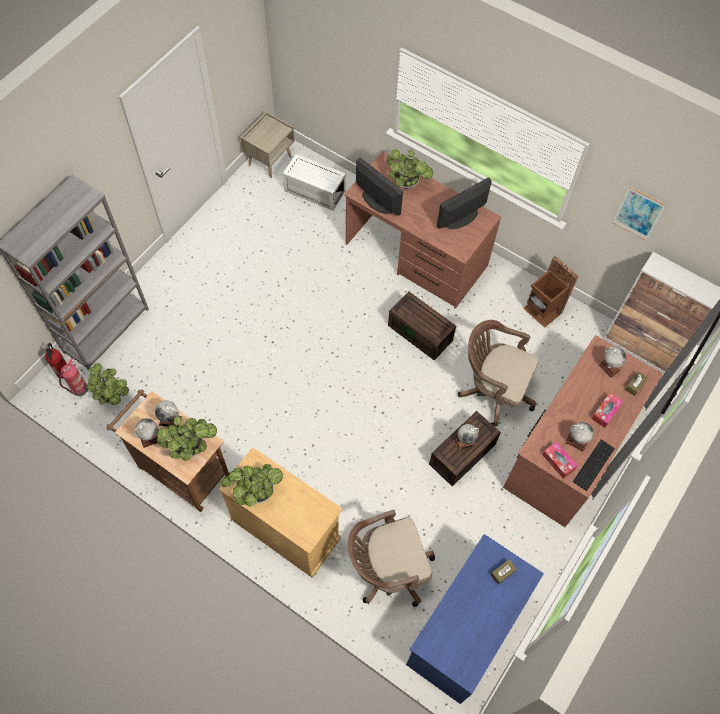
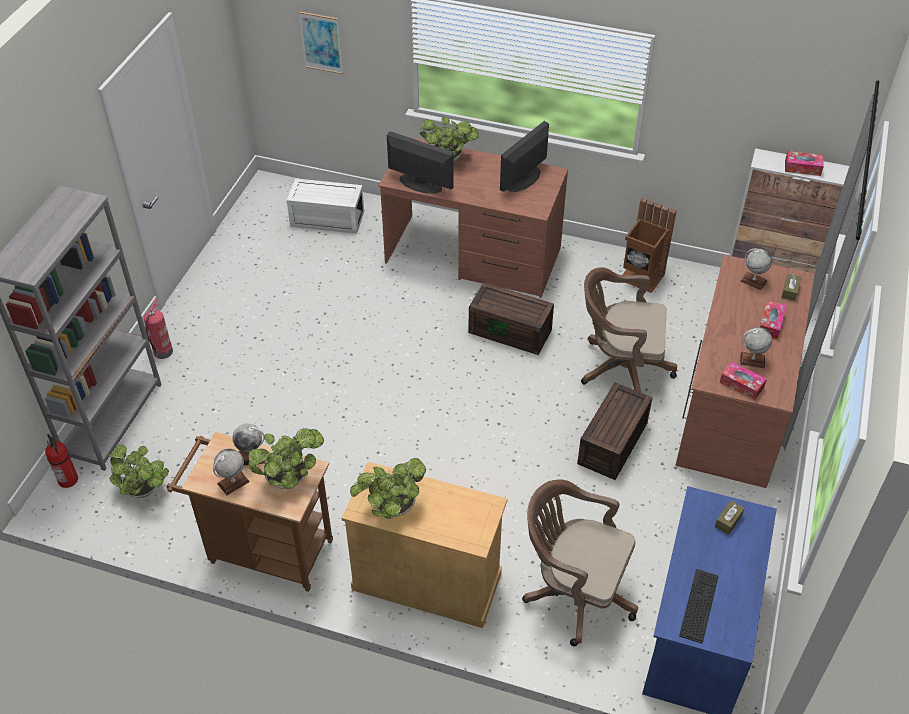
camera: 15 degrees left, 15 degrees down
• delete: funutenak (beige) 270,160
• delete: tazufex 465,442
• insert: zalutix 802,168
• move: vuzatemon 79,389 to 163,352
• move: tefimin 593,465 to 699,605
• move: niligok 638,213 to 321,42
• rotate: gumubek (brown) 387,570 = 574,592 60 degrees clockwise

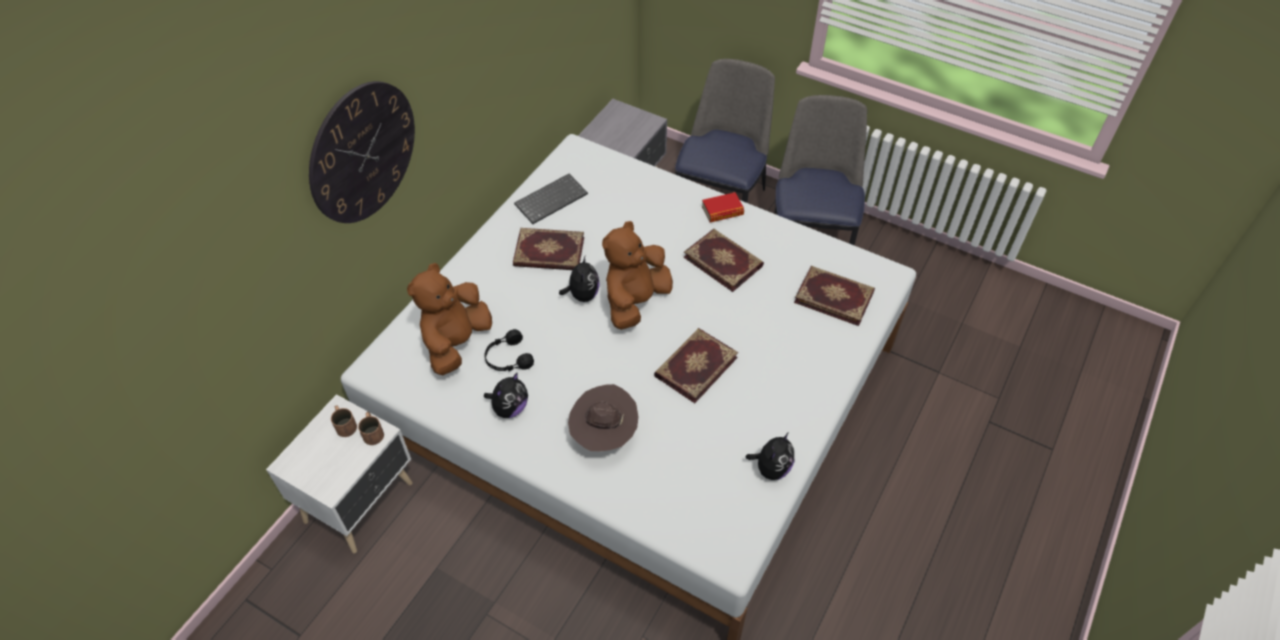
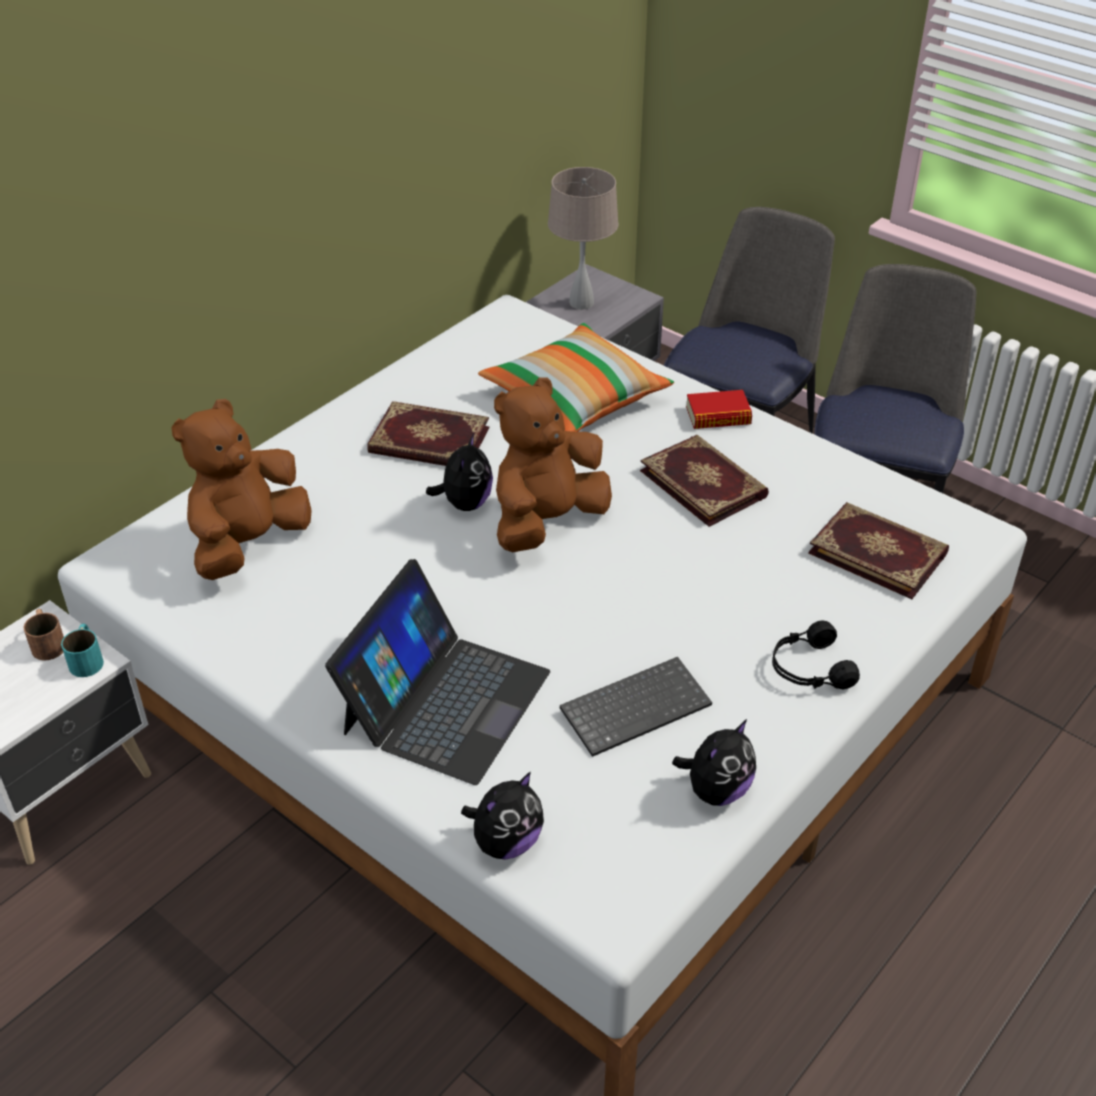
camera: 10 degrees right, 10 degrees down
• delete: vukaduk 362,153
• delete: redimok 695,366
• insert: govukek 575,399
• insert: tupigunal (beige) 582,303
• move: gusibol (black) 507,358 to 809,669
• move: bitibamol 509,408 to 506,842
• move: tefimin 551,199 to 636,706
• replace: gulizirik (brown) 603,434 to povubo 445,701
• recolor: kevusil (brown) 372,431 to kevusil (turquoise) 87,658

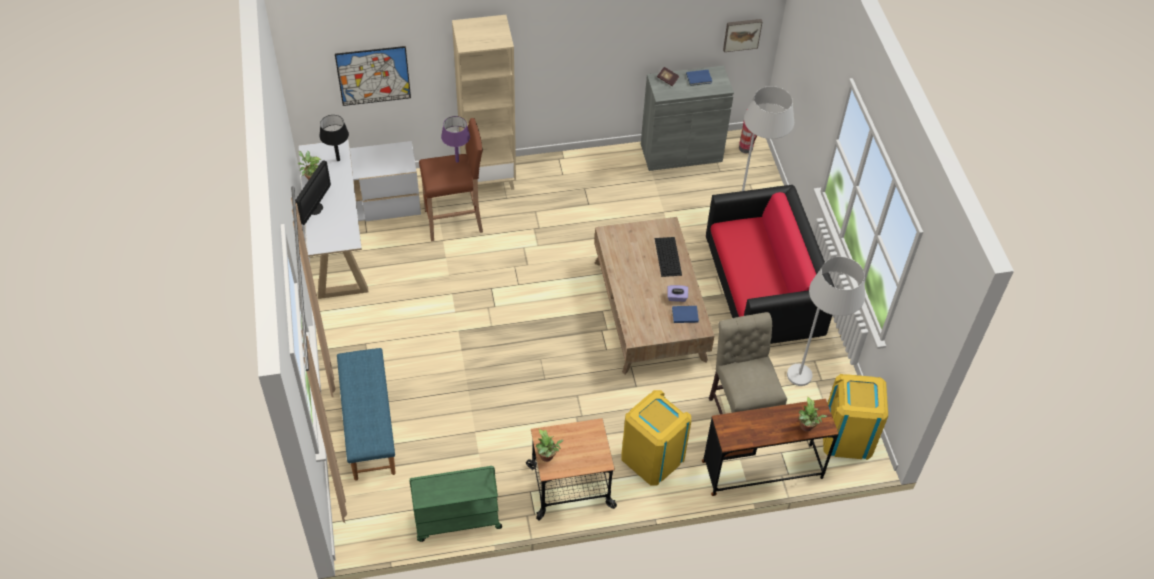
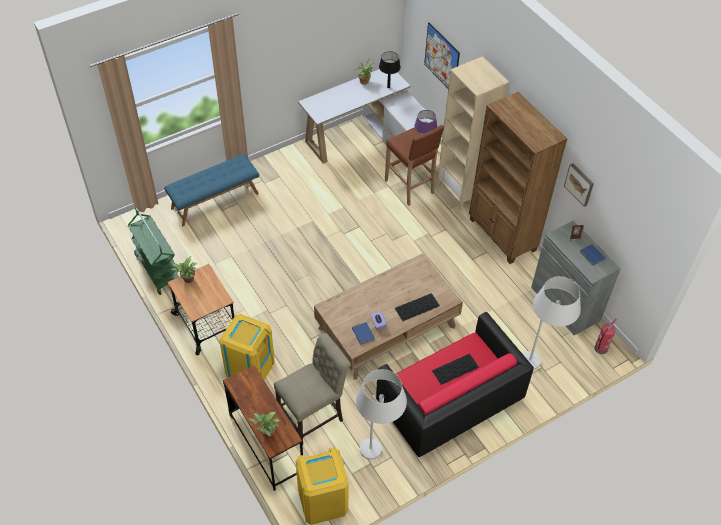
camera: 70 degrees right, 0 degrees up
• delete: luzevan 315,208
• insert: tefimin 455,369
• insert: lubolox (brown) 502,235
• move: niligok 742,34 to 580,184

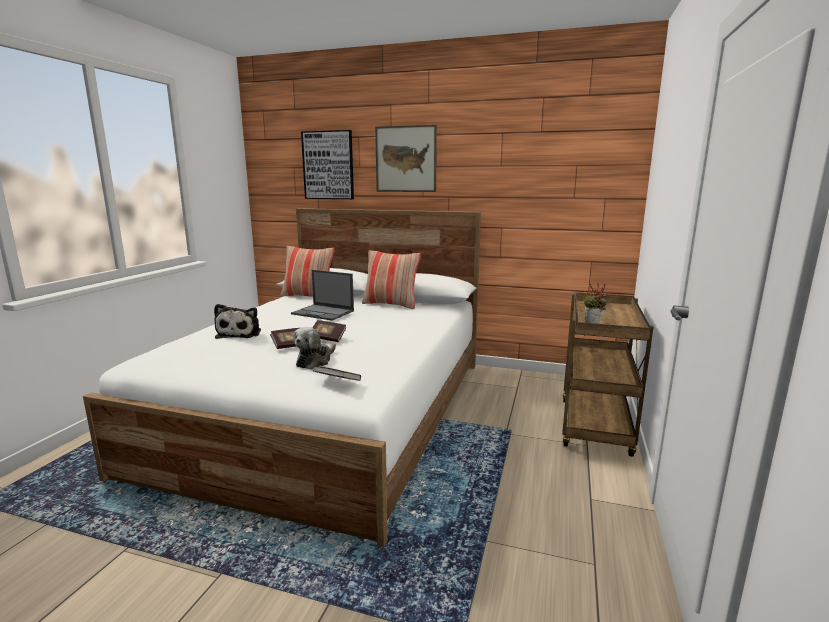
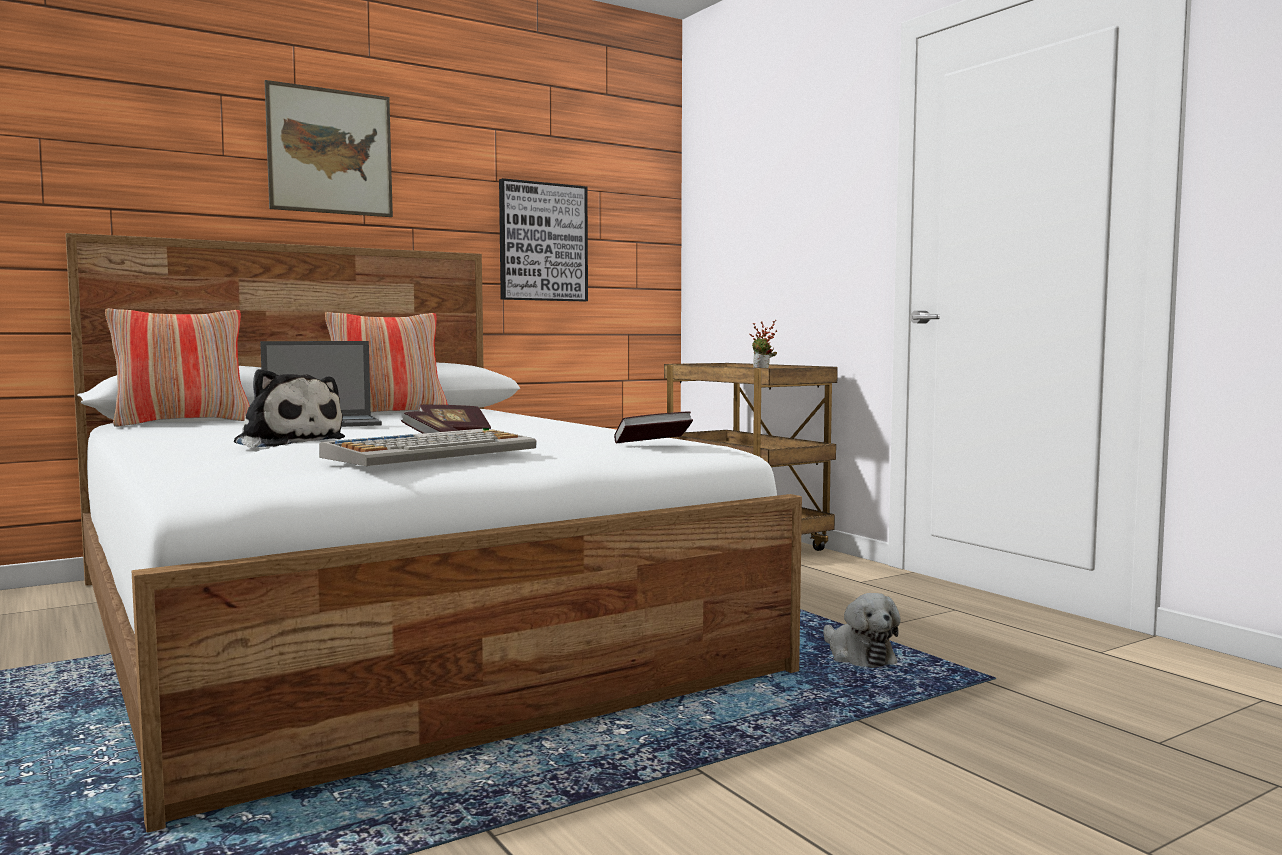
camera: 50 degrees left, 10 degrees down
• insert: tefimin 433,452
• move: bitibamol 315,361 to 858,656
• move: niligok 328,165 to 542,242

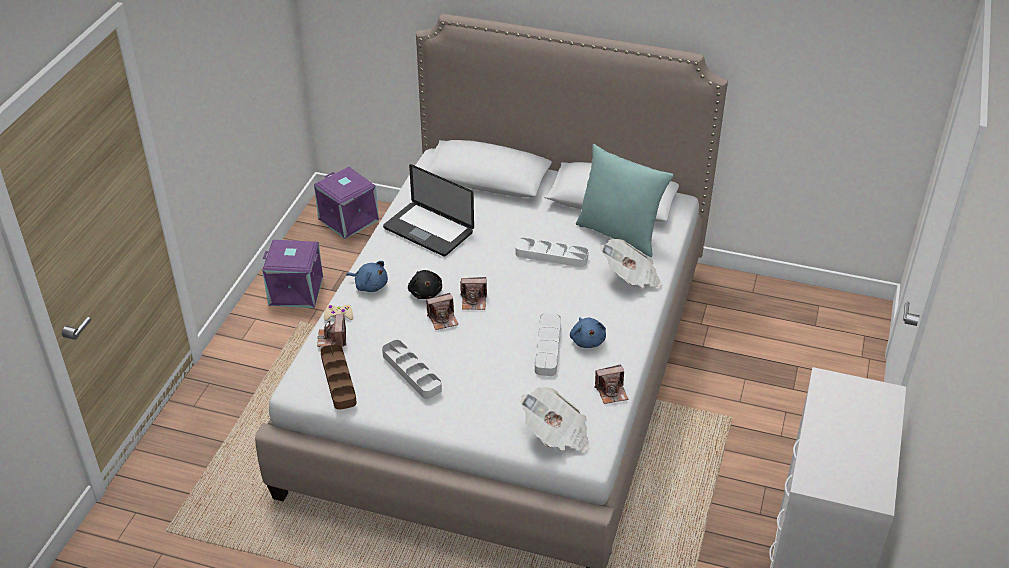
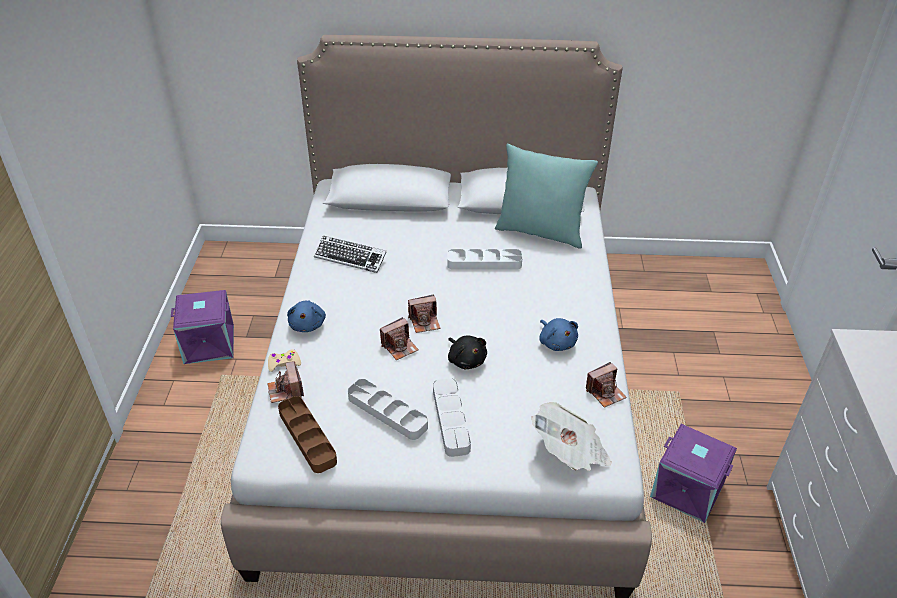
camera: 15 degrees left, 0 degrees up
• delete: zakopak 631,277
• move: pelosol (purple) 349,219 to 688,489
• move: bitibamol (black) 425,292 to 466,360
• move: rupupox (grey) 547,347 to 451,420
• replace: povubo 428,230 to tefimin 350,258
• rotate: bitibamol (blue) 370,285 = 308,324 75 degrees clockwise

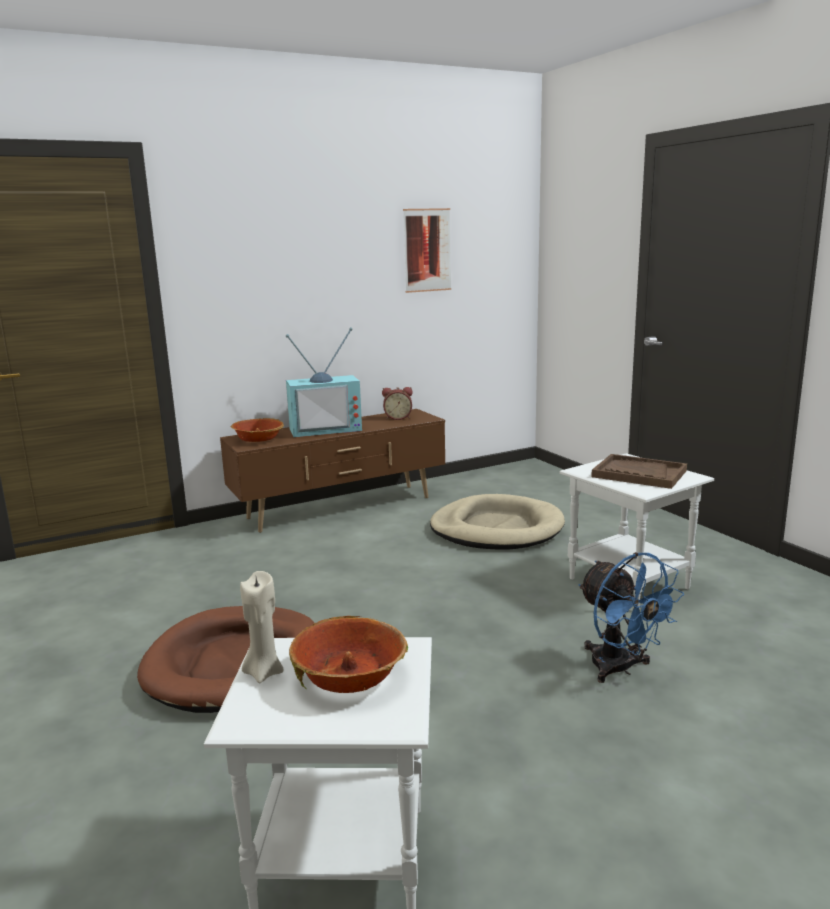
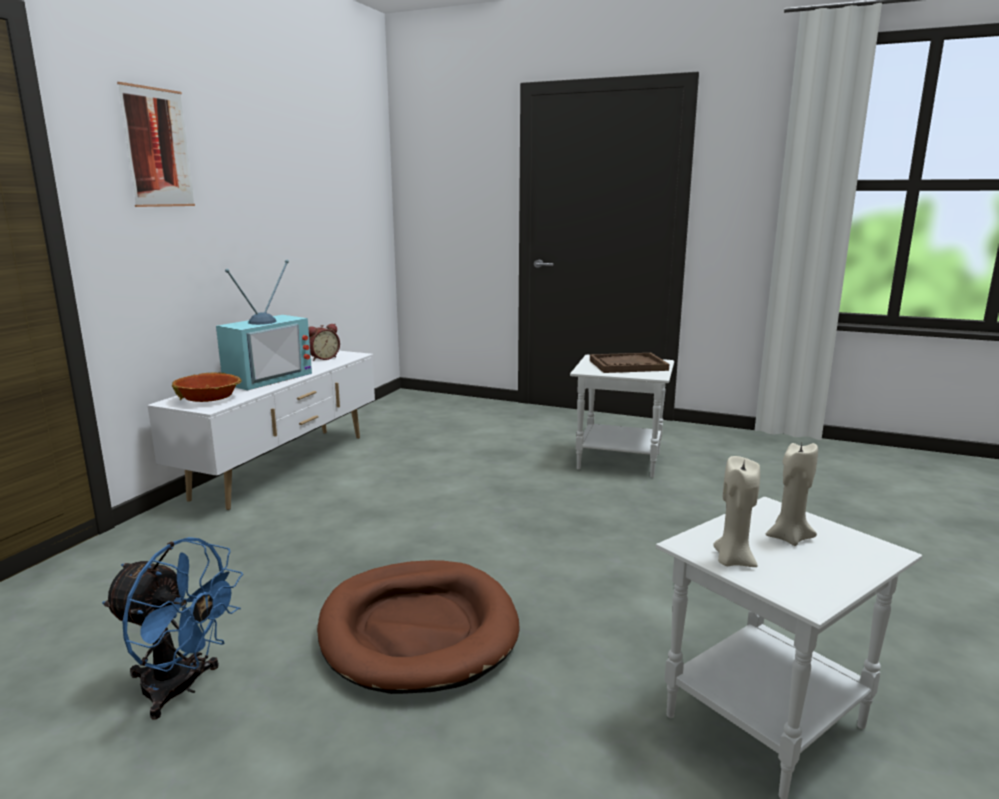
camera: 40 degrees left, 0 degrees up
• delete: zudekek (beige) 496,529
• move: niligok 427,250 to 157,148
• move: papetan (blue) 620,669 to 181,689
• replace: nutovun 350,676 to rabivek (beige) 788,538
• recolor: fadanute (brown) 341,508 to fadanute (white) 285,466

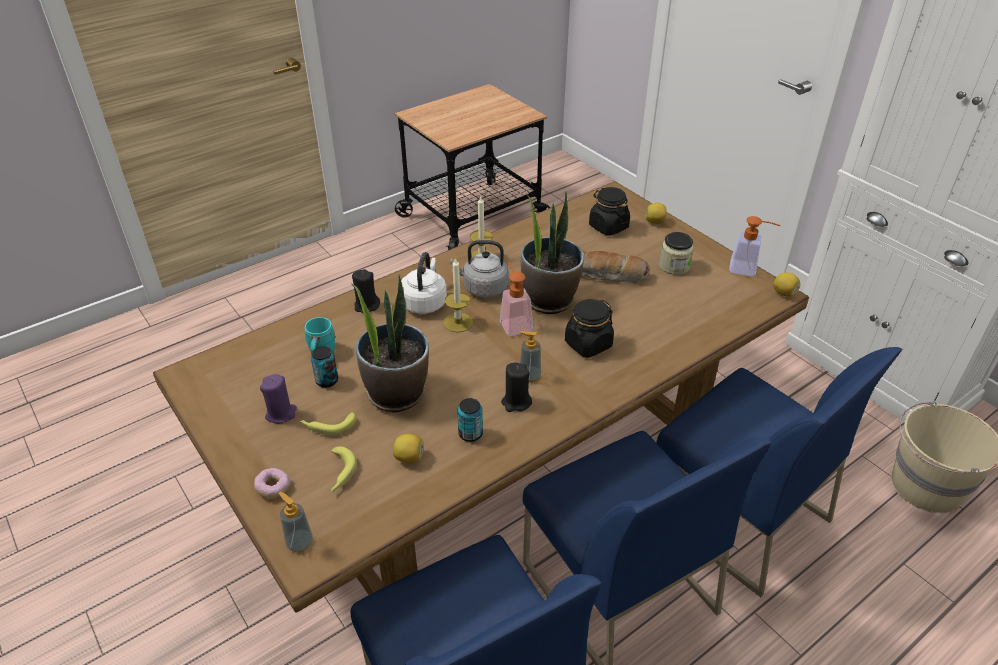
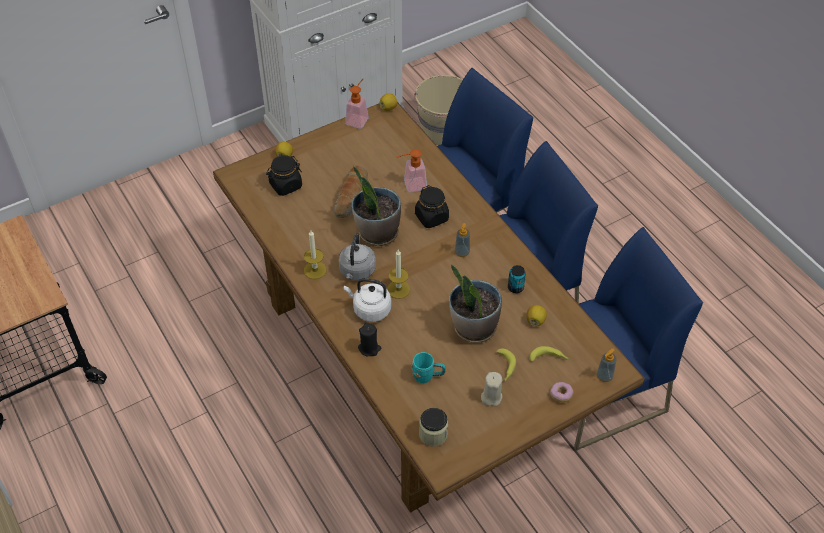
camera: 85 degrees left, 10 degrees up
• delete: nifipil 327,381
• delete: rabivek (black) 516,402
• move: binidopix 514,322 to 411,185
• move: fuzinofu 674,266 to 433,434
• recolor: rabivek (purple) 281,413 to rabivek (beige) 491,397

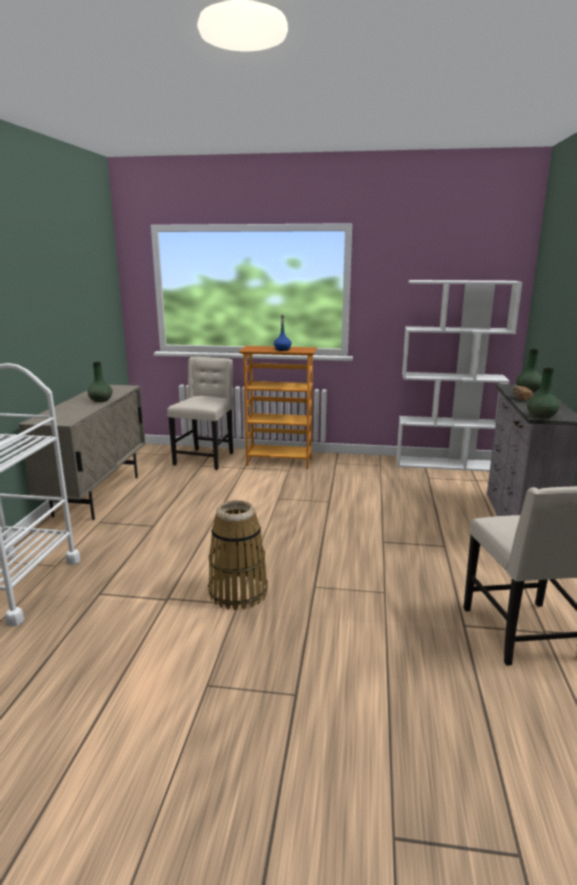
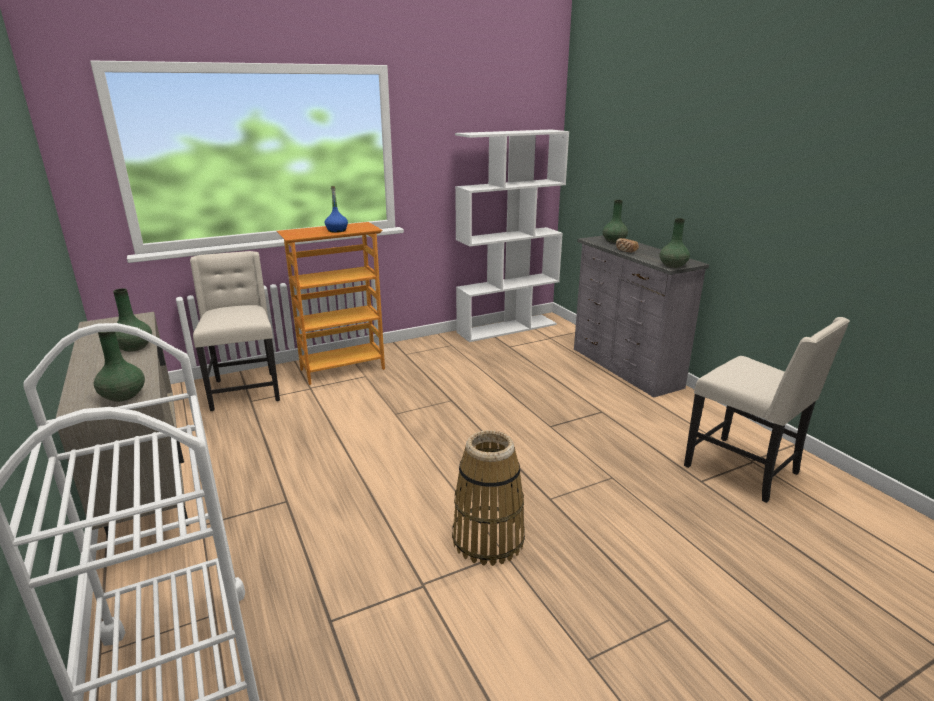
camera: 35 degrees left, 5 degrees up
• insert: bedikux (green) 123,396

